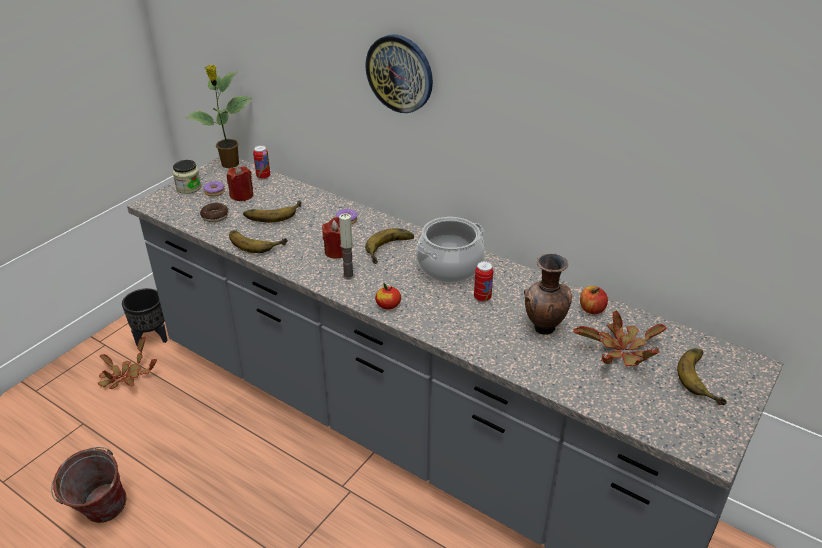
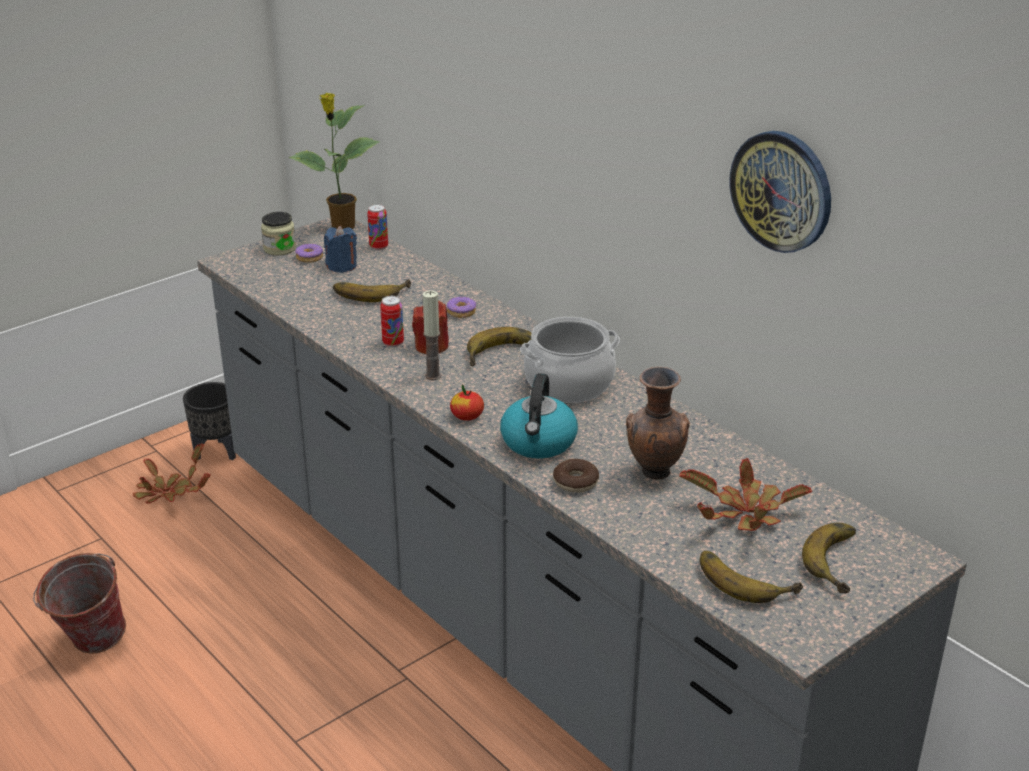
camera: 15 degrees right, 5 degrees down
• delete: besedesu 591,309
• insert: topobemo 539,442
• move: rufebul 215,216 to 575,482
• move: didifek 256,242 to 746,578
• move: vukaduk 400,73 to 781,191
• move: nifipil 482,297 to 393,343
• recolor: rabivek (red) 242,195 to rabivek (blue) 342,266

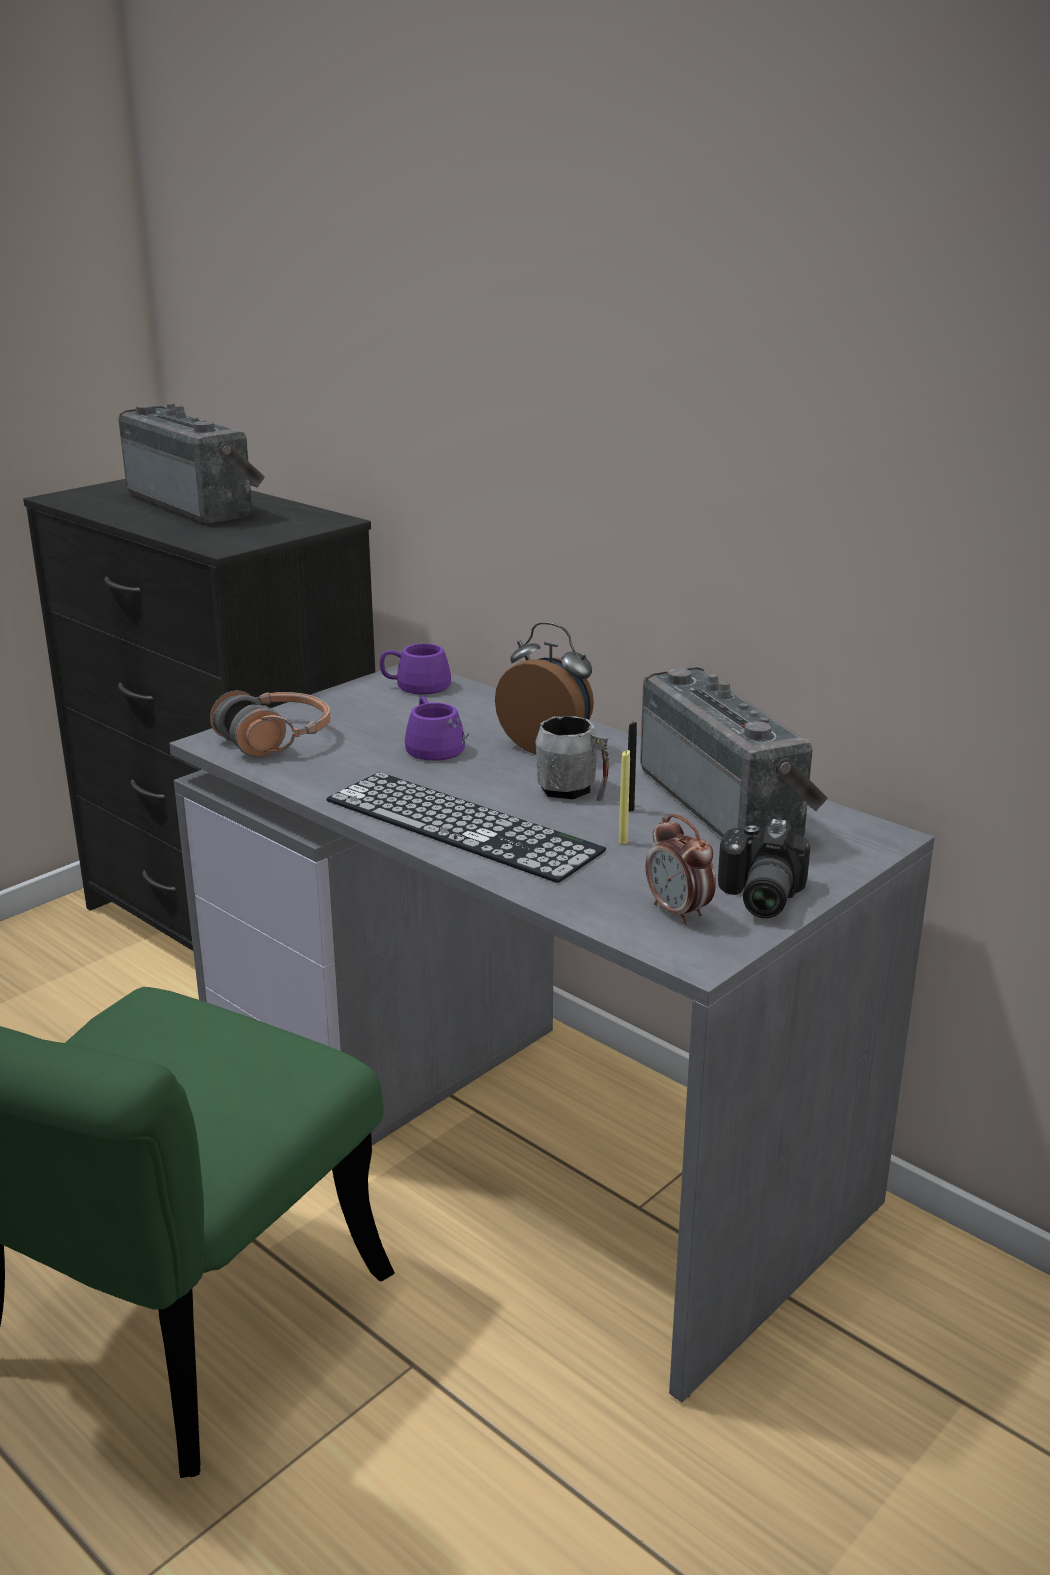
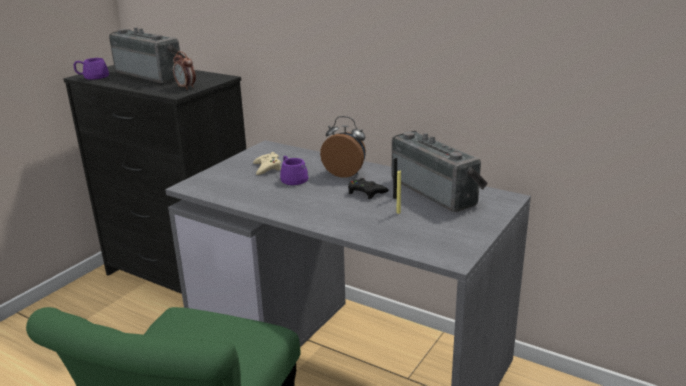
camera: 10 degrees left, 0 degrees up
• delete: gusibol 275,739
• delete: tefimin 461,825
• delete: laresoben 757,897
• insert: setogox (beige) 267,168
• move: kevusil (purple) 416,684 to 93,76
• move: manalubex 678,912 to 186,87
• replace: kevusil (grey) 573,791 to setogox (black) 366,192

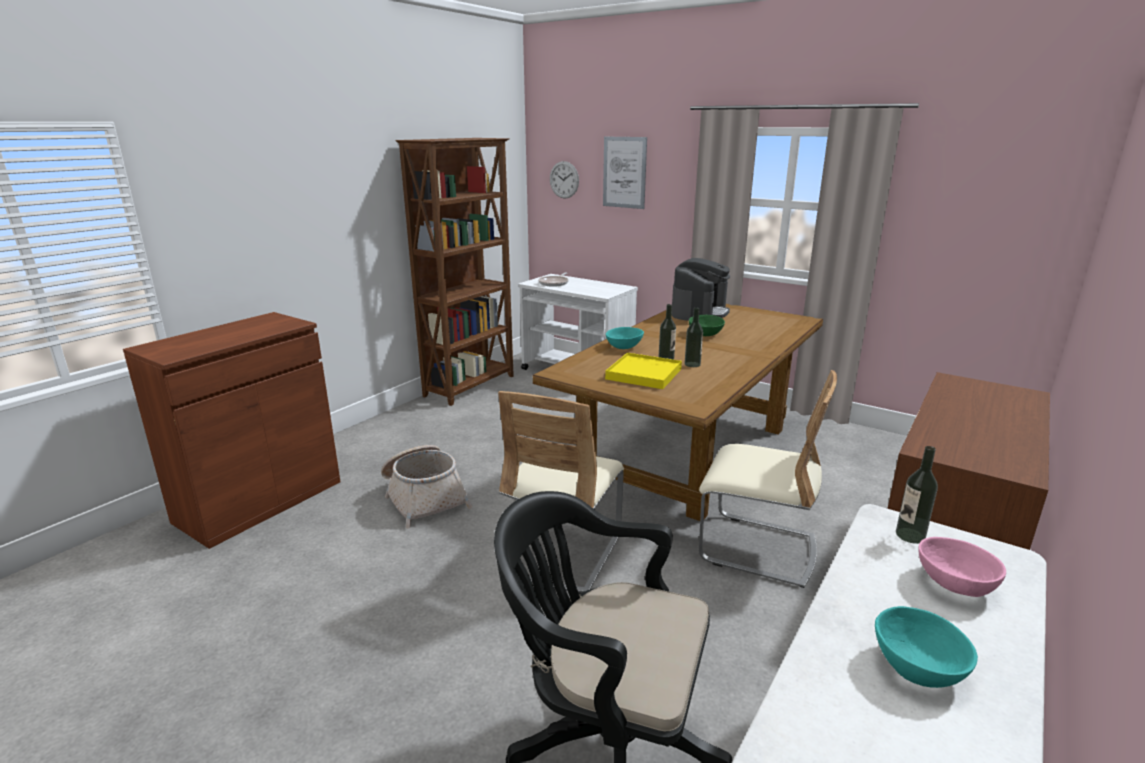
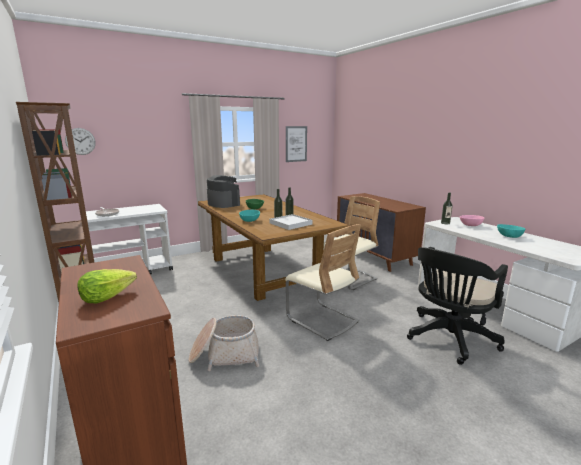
camera: 65 degrees left, 5 degrees down
• insert: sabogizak 107,297
• move: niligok 624,172 to 296,144
• recolor: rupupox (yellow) 643,374 to rupupox (white) 290,224

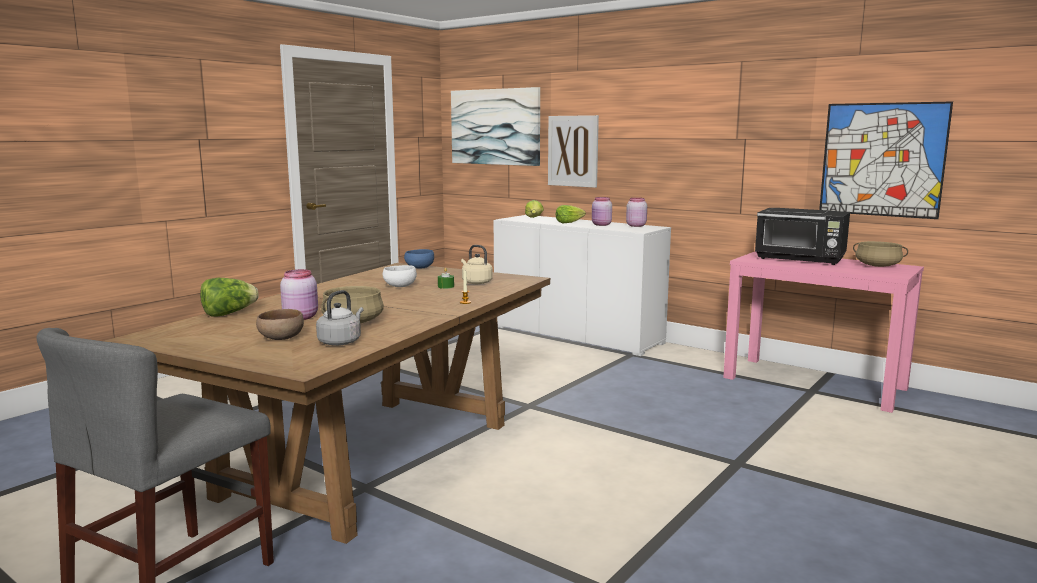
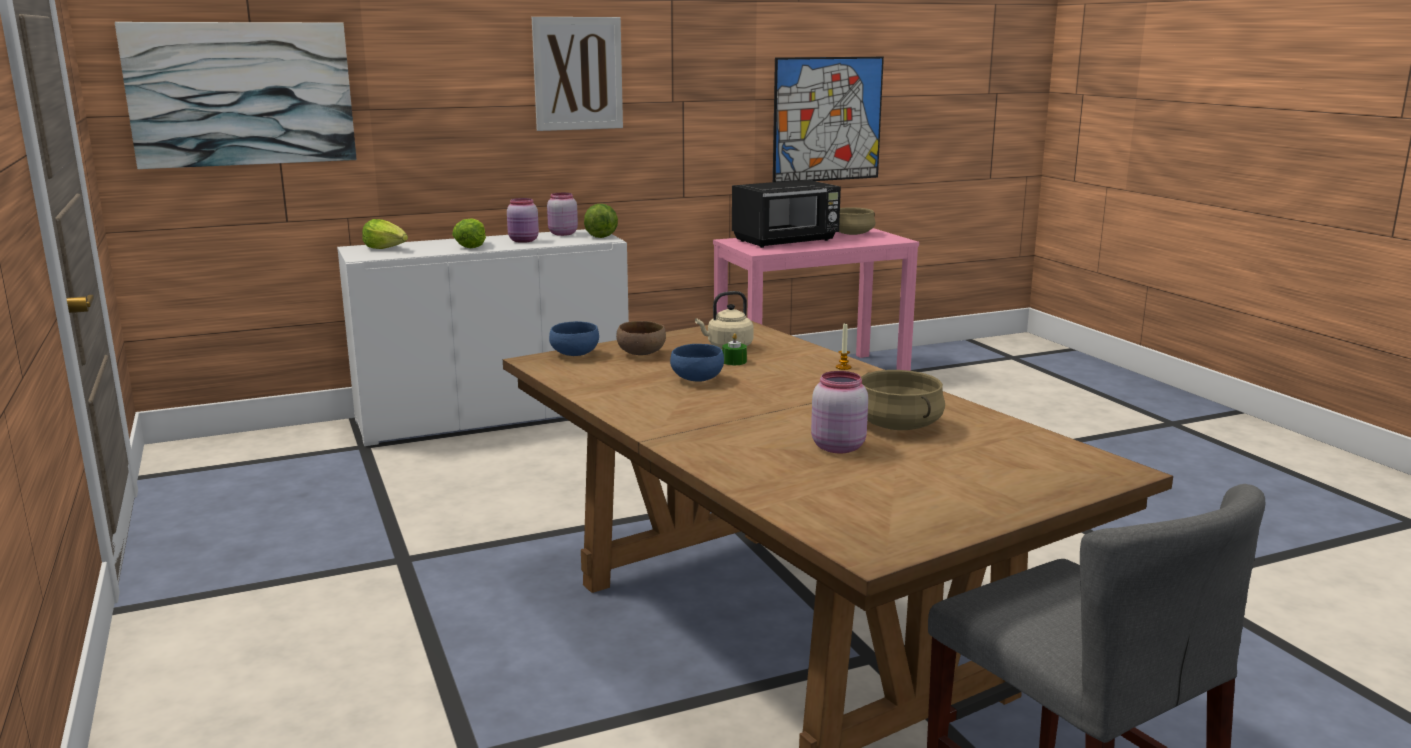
camera: 60 degrees left, 5 degrees up
• delete: topobemo (grey) 341,342
• move: sabogizak 229,314 to 600,235
• move: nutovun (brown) 281,339 to 642,354
• move: niligok 573,151 to 577,73
• recolor: nutovun (white) 399,286 to nutovun (blue) 697,380

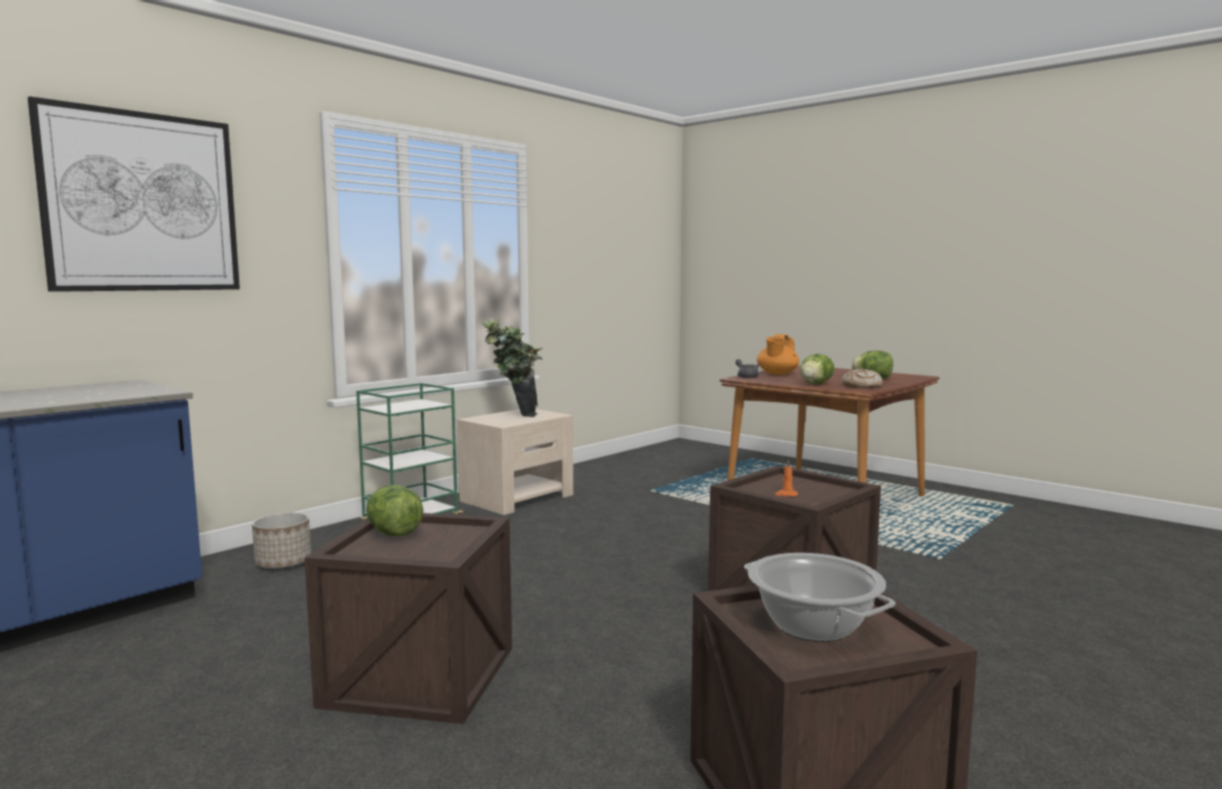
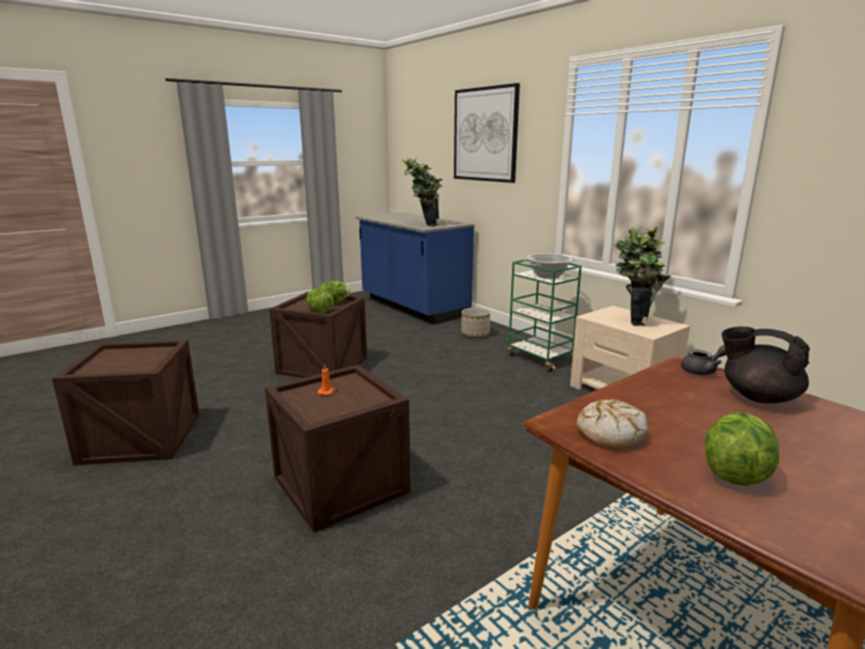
camera: 100 degrees right, 10 degrees up
• insert: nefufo 422,225
• move: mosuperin 812,626 to 548,275
• move: sabogizak 815,384 to 319,311
• recolor: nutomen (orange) 777,374 to nutomen (black) 758,397

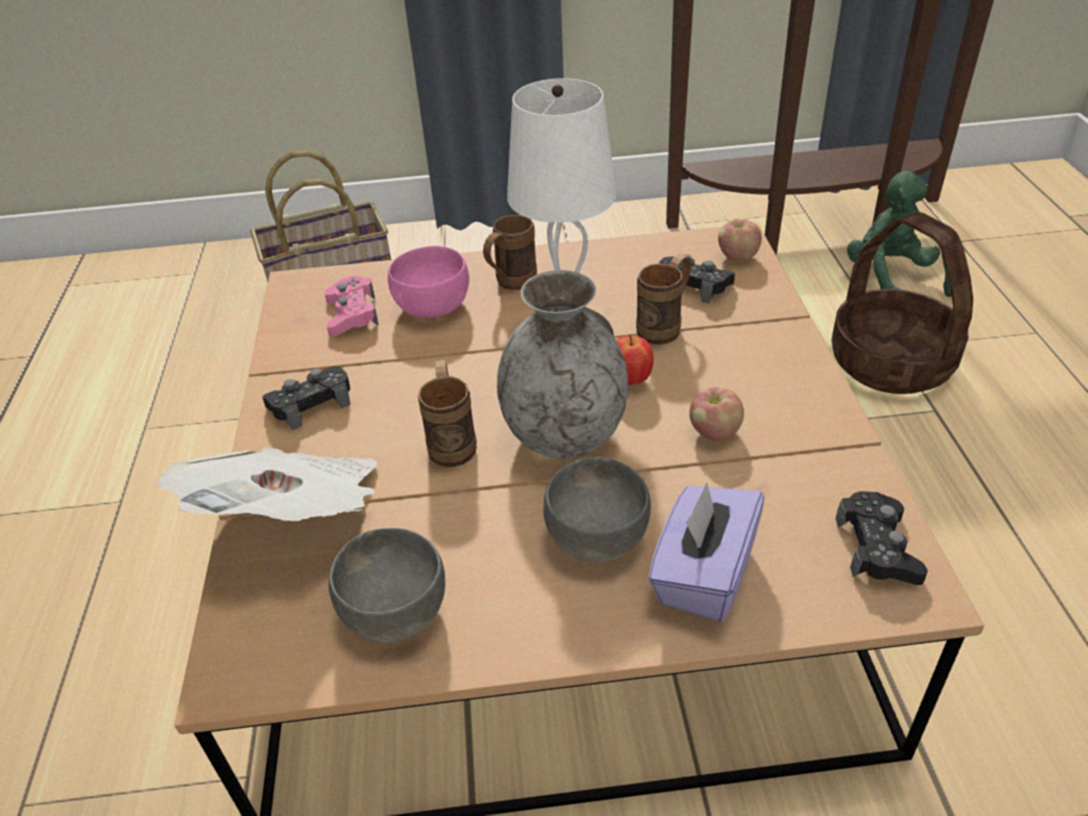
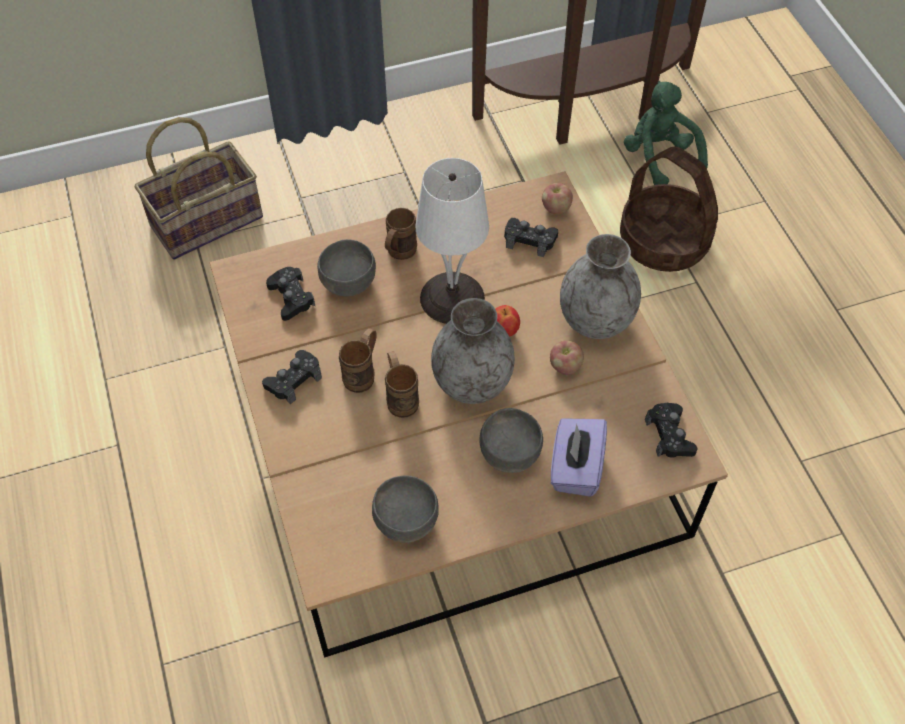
camera: 15 degrees left, 15 degrees up
• delete: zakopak 294,517
• insert: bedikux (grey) 596,319
• move: kevusil (brown) 665,326 to 363,373
• recolor: setogox (pink) 352,314 to setogox (black) 291,297
• recolor: nutovun (pink) 432,306 to nutovun (grey) 347,282

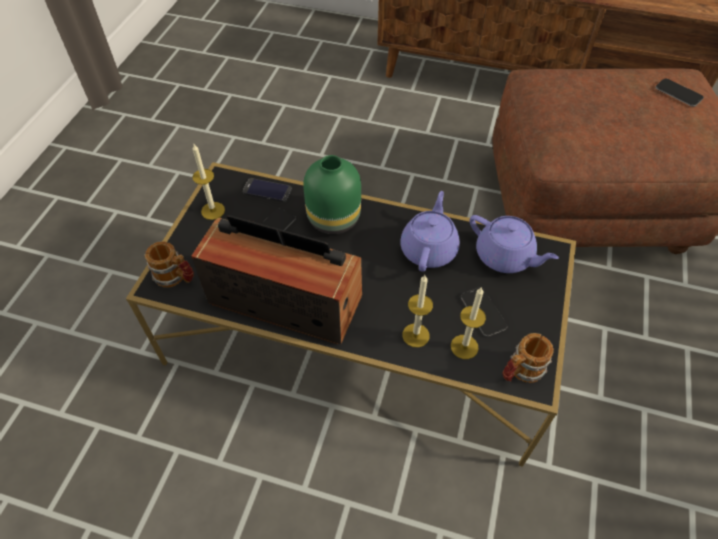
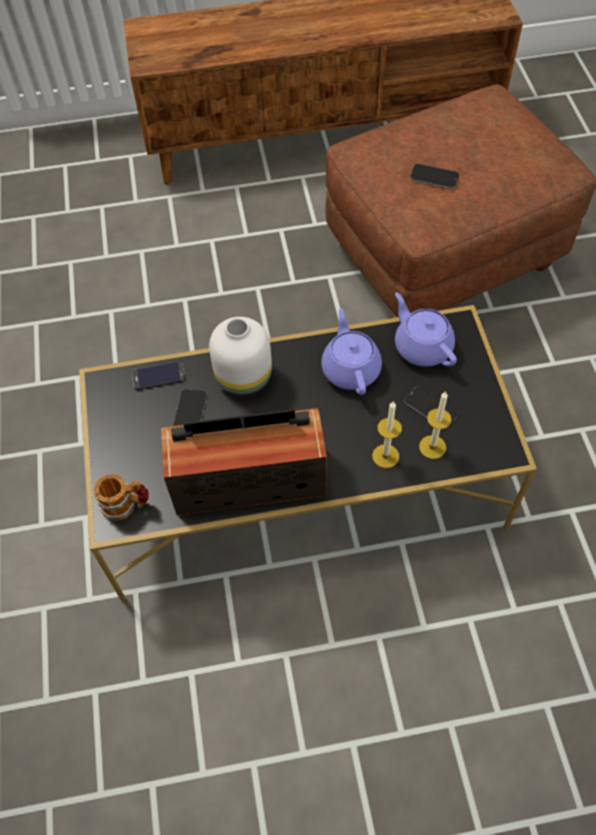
camera: 25 degrees left, 5 degrees up
• delete: rabivek 213,210
• delete: kevusil 520,371
• move: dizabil 678,93 to 434,177
• recolor: bedikux (green) 332,218 to bedikux (white) 242,377
• rotate: nutomen (purple) 505,256 = 422,346 135 degrees counterclockwise

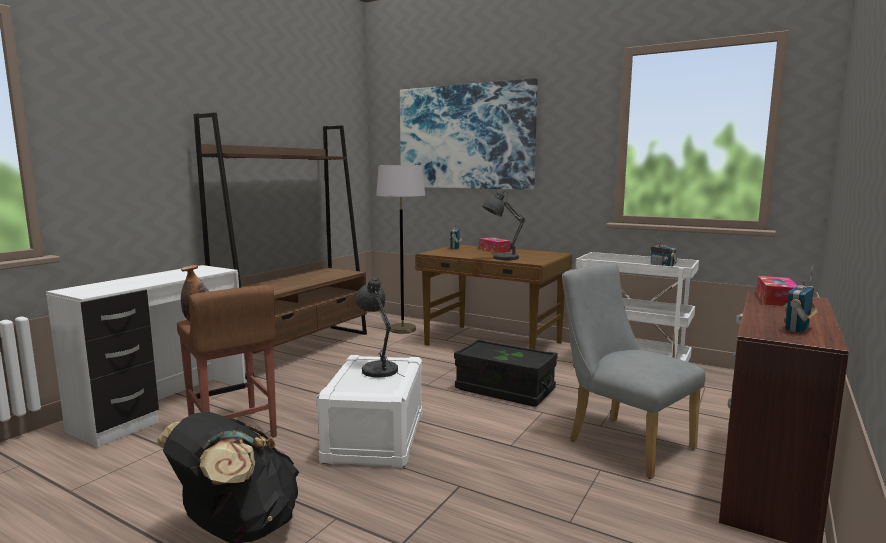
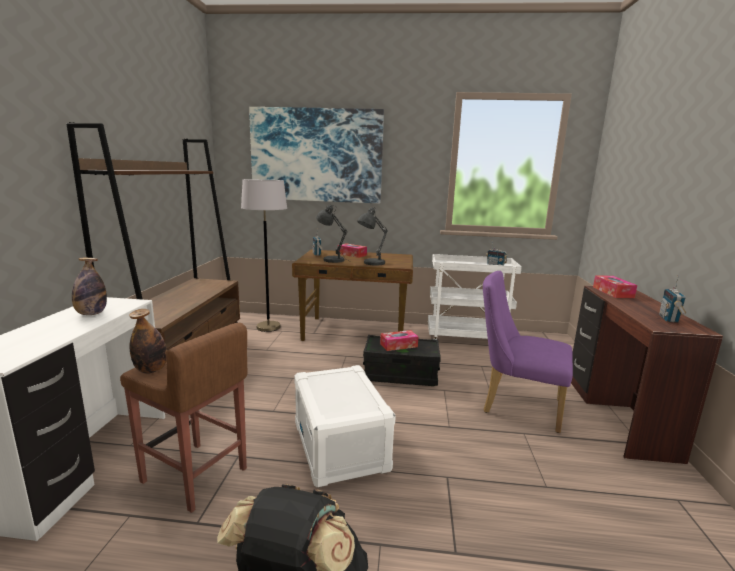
camera: 25 degrees left, 5 degrees up
• insert: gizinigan 91,314
• insert: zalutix 398,345
• move: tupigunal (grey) 378,369 to 331,260
• recolor: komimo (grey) 622,442 to komimo (purple) 516,405

